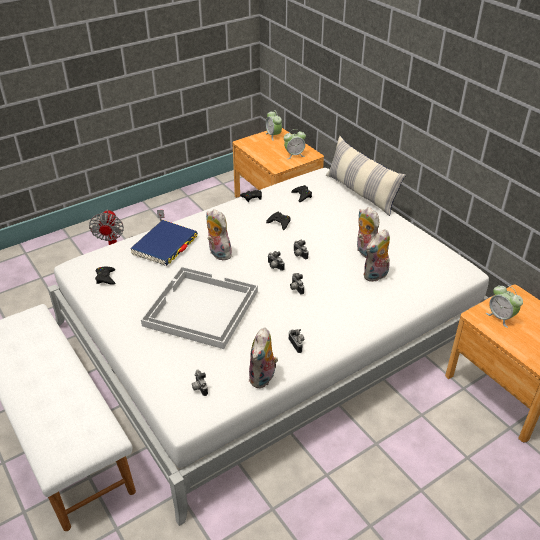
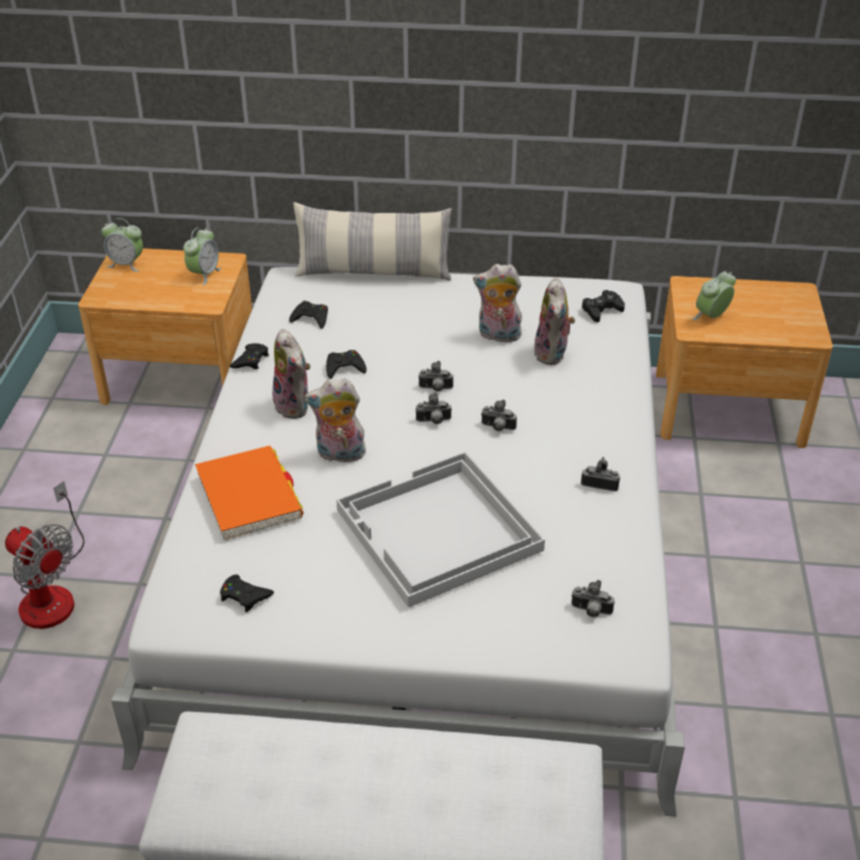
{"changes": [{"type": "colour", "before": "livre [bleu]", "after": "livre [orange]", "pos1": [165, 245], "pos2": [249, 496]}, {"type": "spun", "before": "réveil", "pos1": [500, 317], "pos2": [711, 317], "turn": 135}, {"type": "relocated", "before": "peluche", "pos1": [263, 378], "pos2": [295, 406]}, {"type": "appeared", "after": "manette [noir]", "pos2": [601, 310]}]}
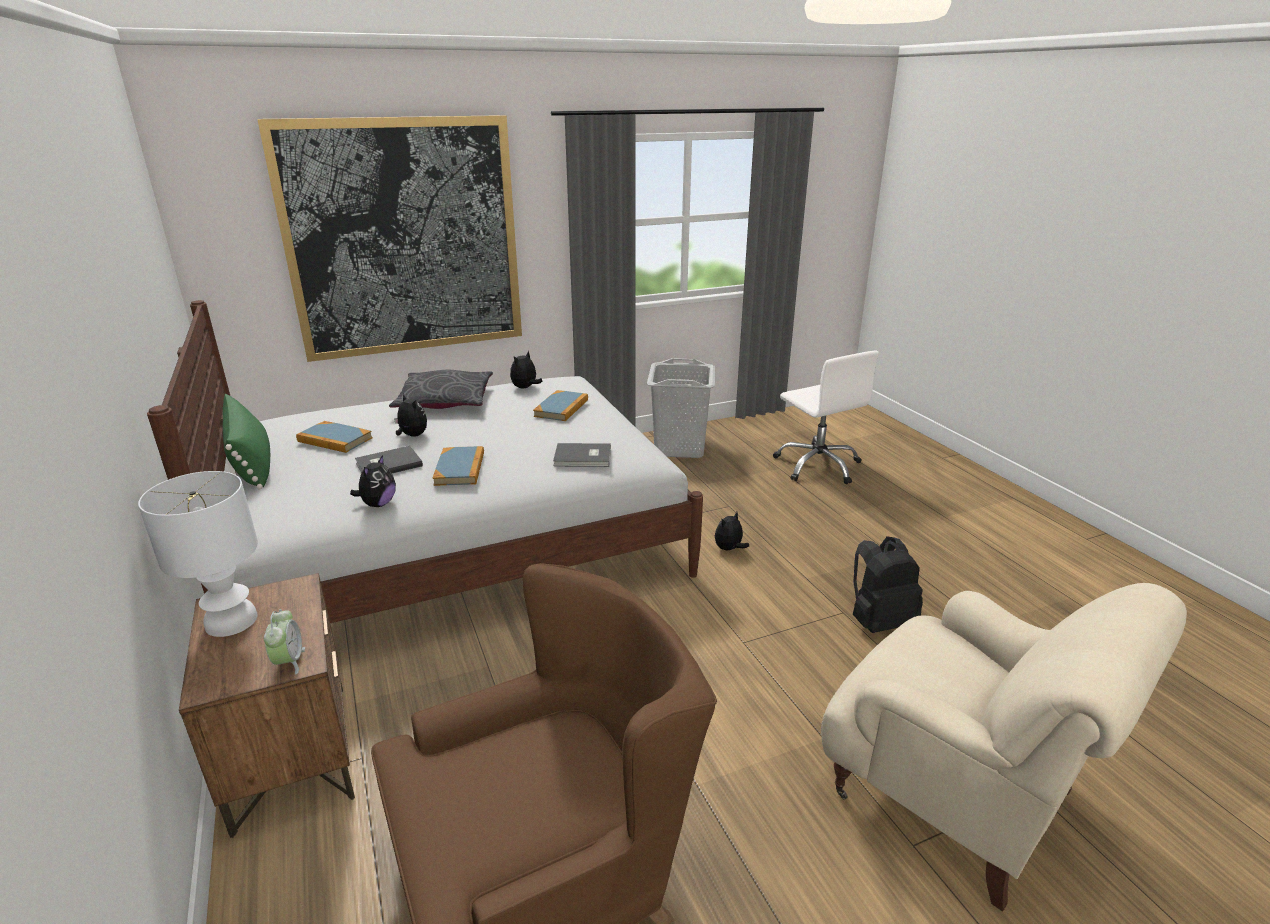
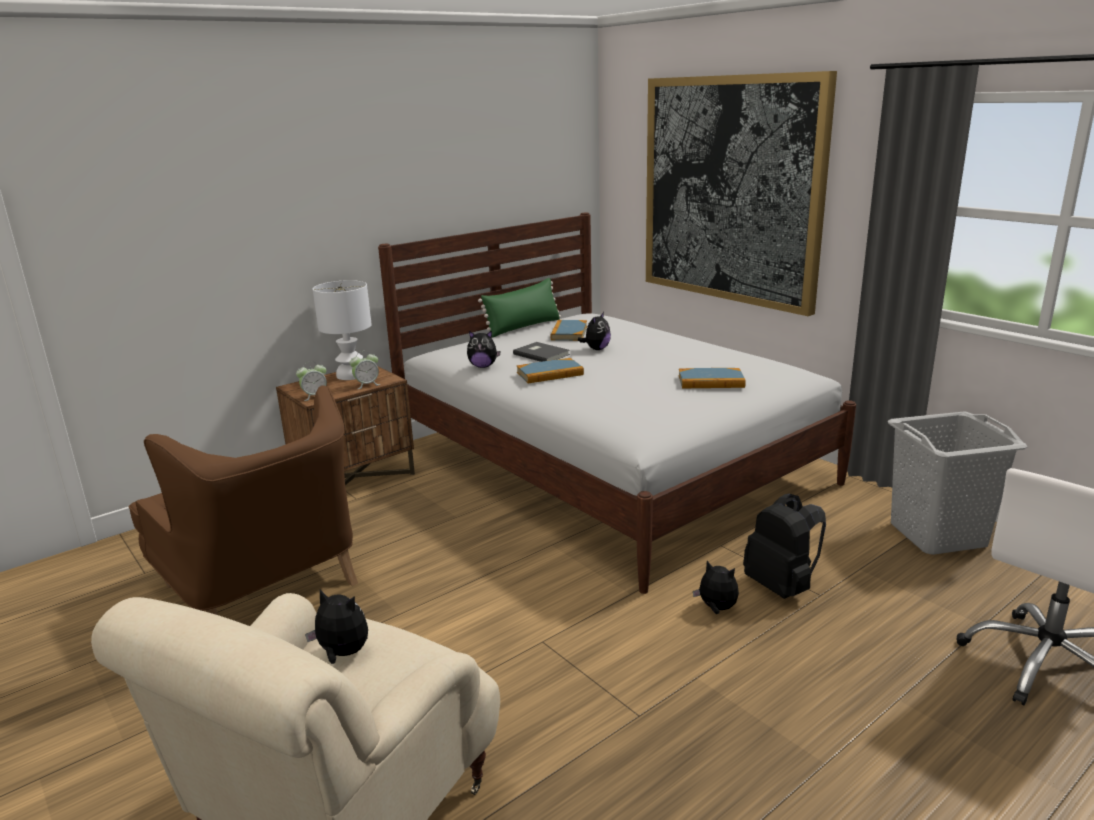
{"changes": [{"type": "relocated", "before": "peluche", "pos1": [525, 388], "pos2": [342, 654]}, {"type": "missing", "before": "coussin [gris]", "pos1": [445, 401]}, {"type": "missing", "before": "livre [gris]", "pos1": [583, 458]}, {"type": "relocated", "before": "sac à dos [noir]", "pos1": [879, 621], "pos2": [781, 586]}, {"type": "appeared", "after": "réveil", "pos2": [367, 385]}]}
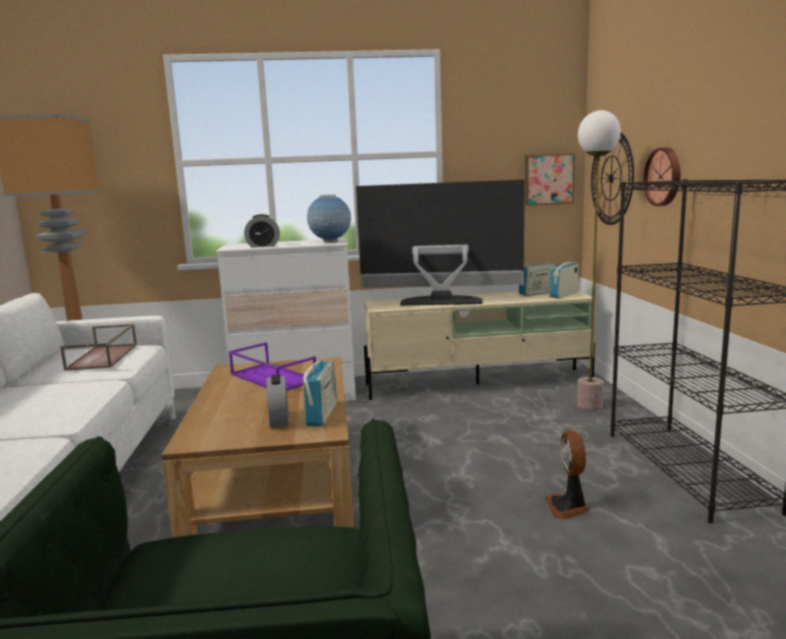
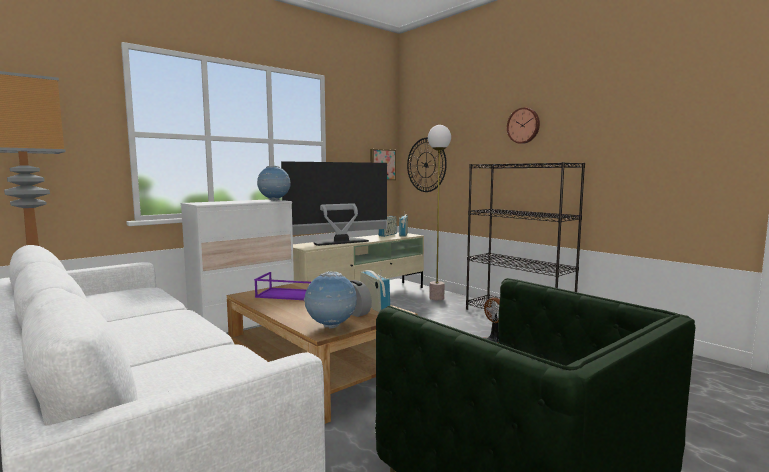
{"changes": [{"type": "relocated", "before": "horloge murale", "pos1": [664, 176], "pos2": [524, 125]}, {"type": "missing", "before": "réveil", "pos1": [263, 246]}, {"type": "missing", "before": "plateau [marron]", "pos1": [103, 357]}, {"type": "appeared", "after": "globe", "pos2": [331, 327]}]}
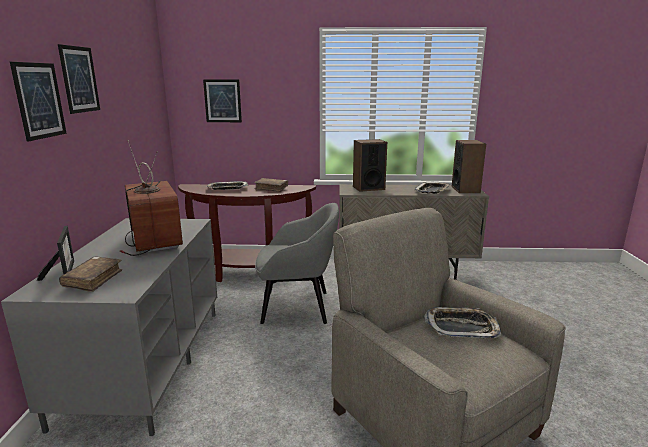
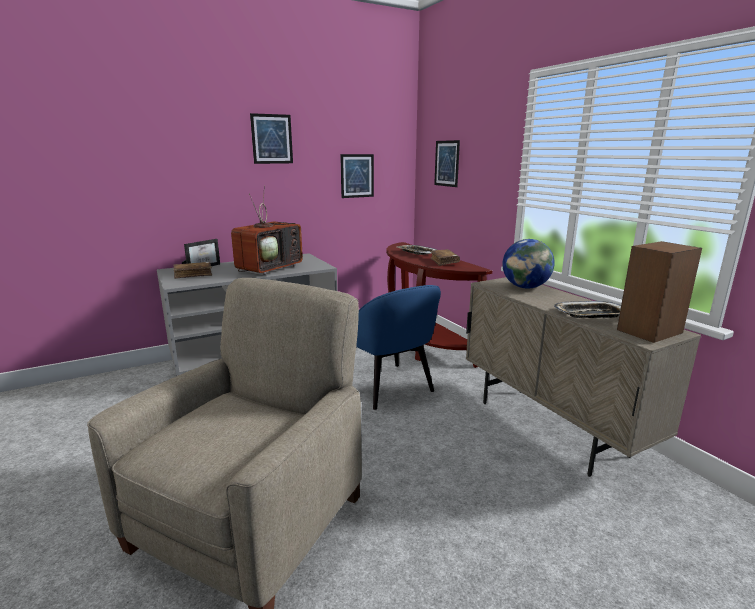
{"changes": [{"type": "relocated", "before": "tableau", "pos1": [39, 100], "pos2": [357, 176]}, {"type": "exchanged", "before": "enceinte", "after": "globe", "pos1": [368, 188], "pos2": [525, 287]}, {"type": "colour", "before": "fauteuil [gris]", "after": "fauteuil [bleu]", "pos1": [298, 307], "pos2": [388, 386]}, {"type": "missing", "before": "plateau", "pos1": [462, 327]}]}
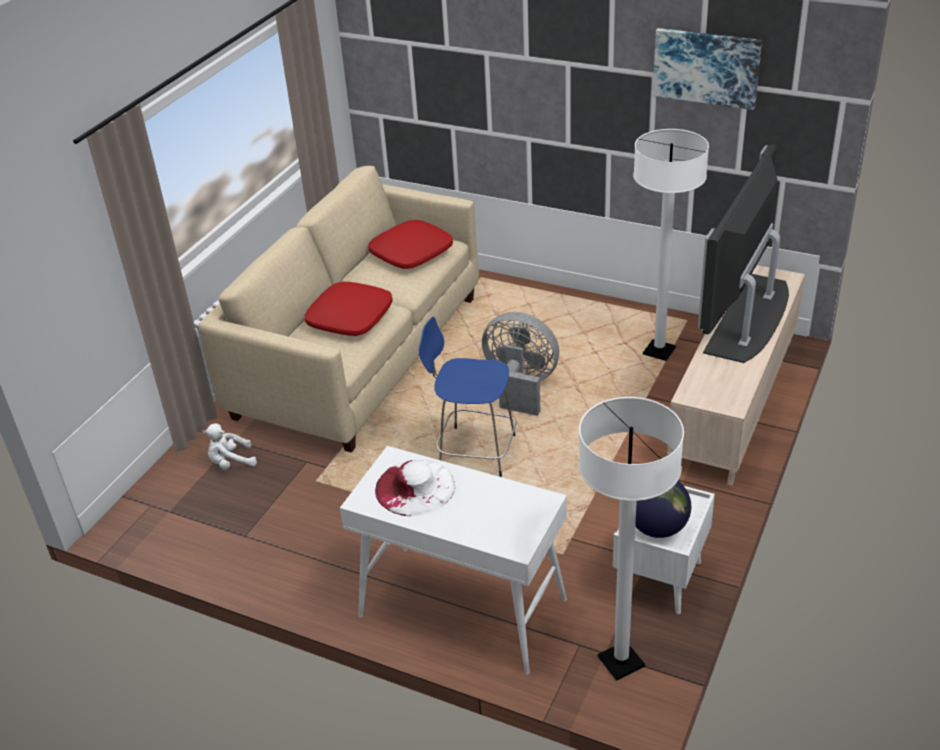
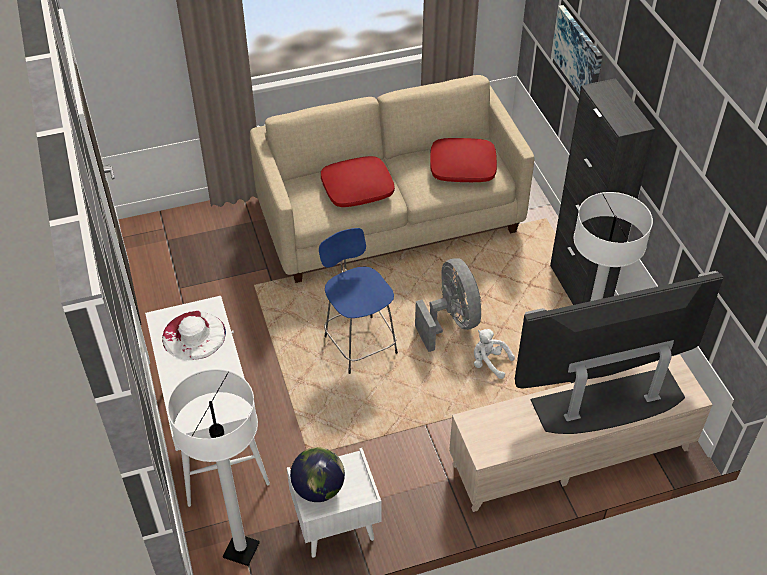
{"changes": [{"type": "relocated", "before": "tableau", "pos1": [706, 67], "pos2": [578, 55]}, {"type": "relocated", "before": "peluche [blanc]", "pos1": [231, 462], "pos2": [489, 363]}, {"type": "appeared", "after": "meuble de rangement [noir]", "pos2": [579, 287]}]}
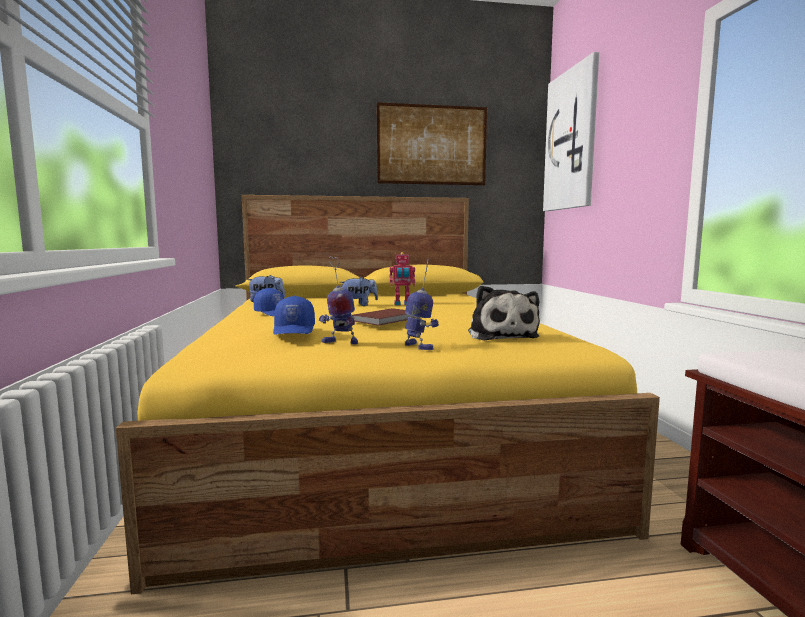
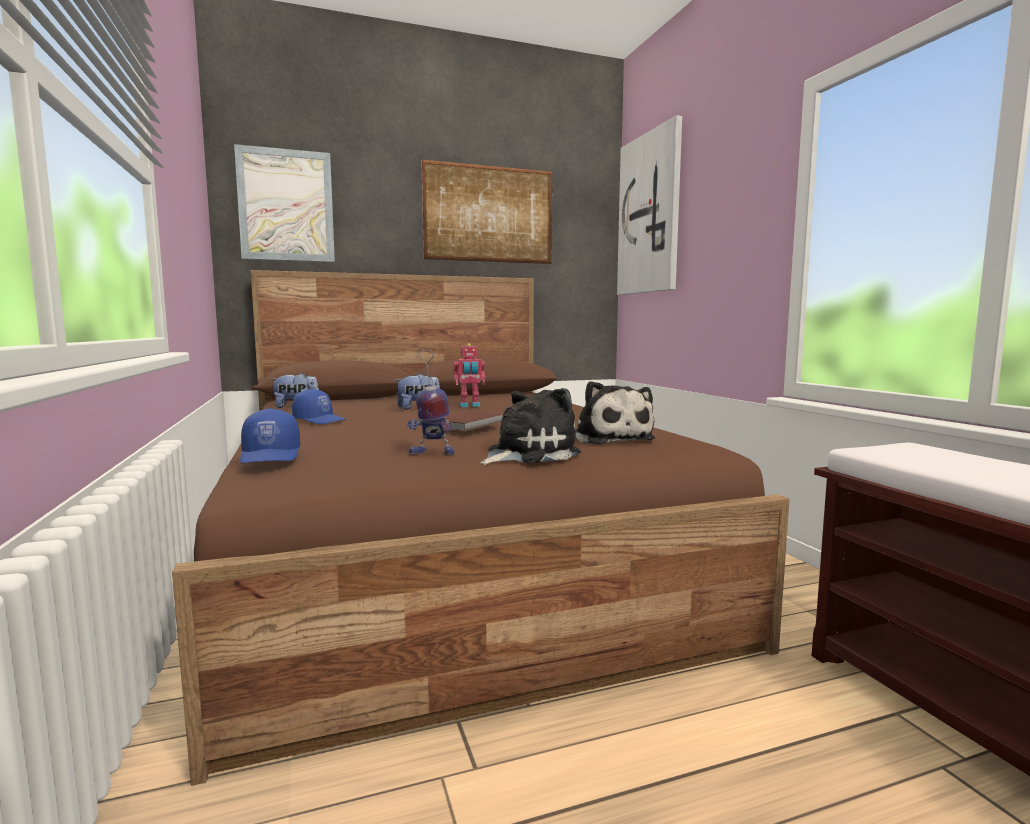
{"changes": [{"type": "colour", "before": "lit [jaune]", "after": "lit [marron]", "pos1": [376, 426], "pos2": [446, 555]}, {"type": "exchanged", "before": "robot jouet", "after": "peluche", "pos1": [419, 346], "pos2": [527, 454]}, {"type": "relocated", "before": "casquette [bleu]", "pos1": [295, 330], "pos2": [271, 455]}, {"type": "appeared", "after": "tableau", "pos2": [286, 205]}]}
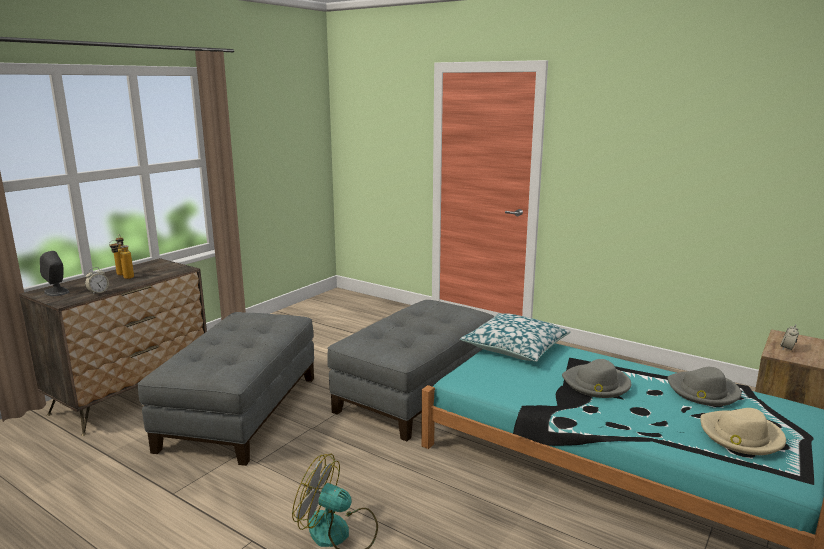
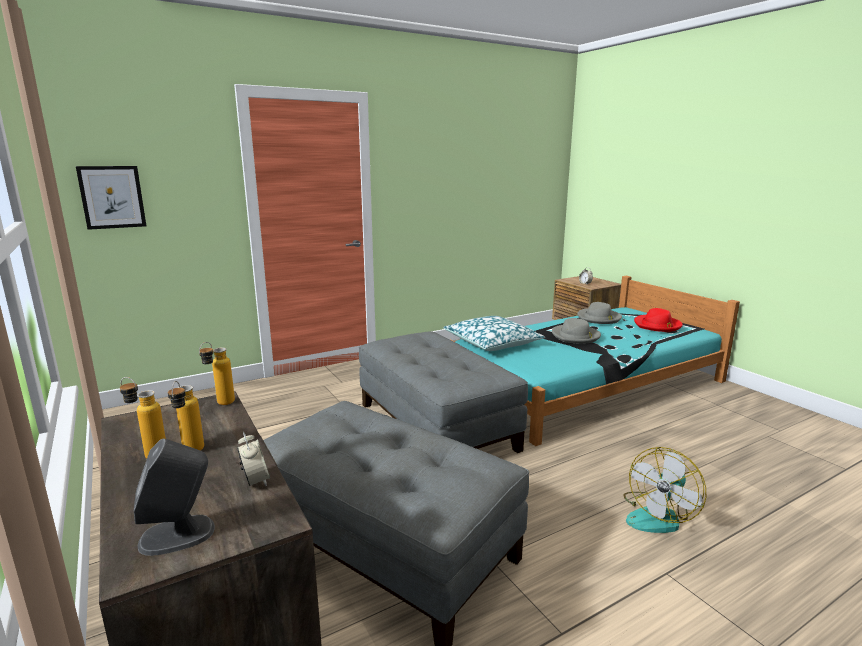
{"changes": [{"type": "colour", "before": "chapeau [beige]", "after": "chapeau [rouge]", "pos1": [741, 436], "pos2": [657, 325]}, {"type": "appeared", "after": "tableau", "pos2": [112, 197]}, {"type": "appeared", "after": "bouteille", "pos2": [220, 405]}]}
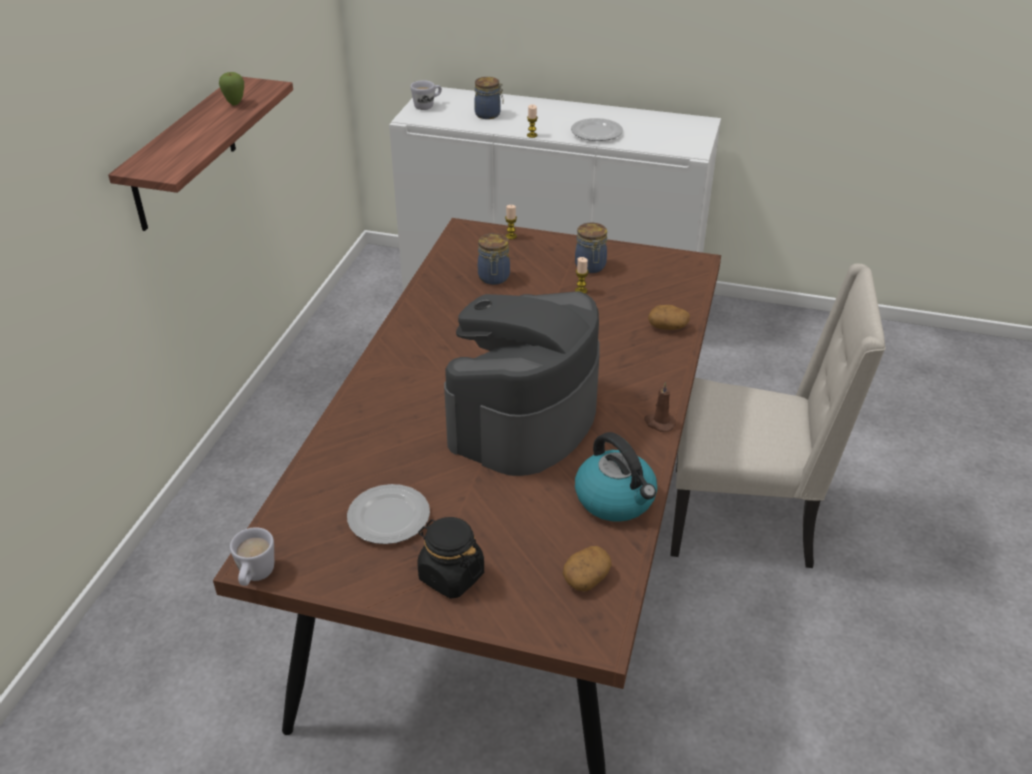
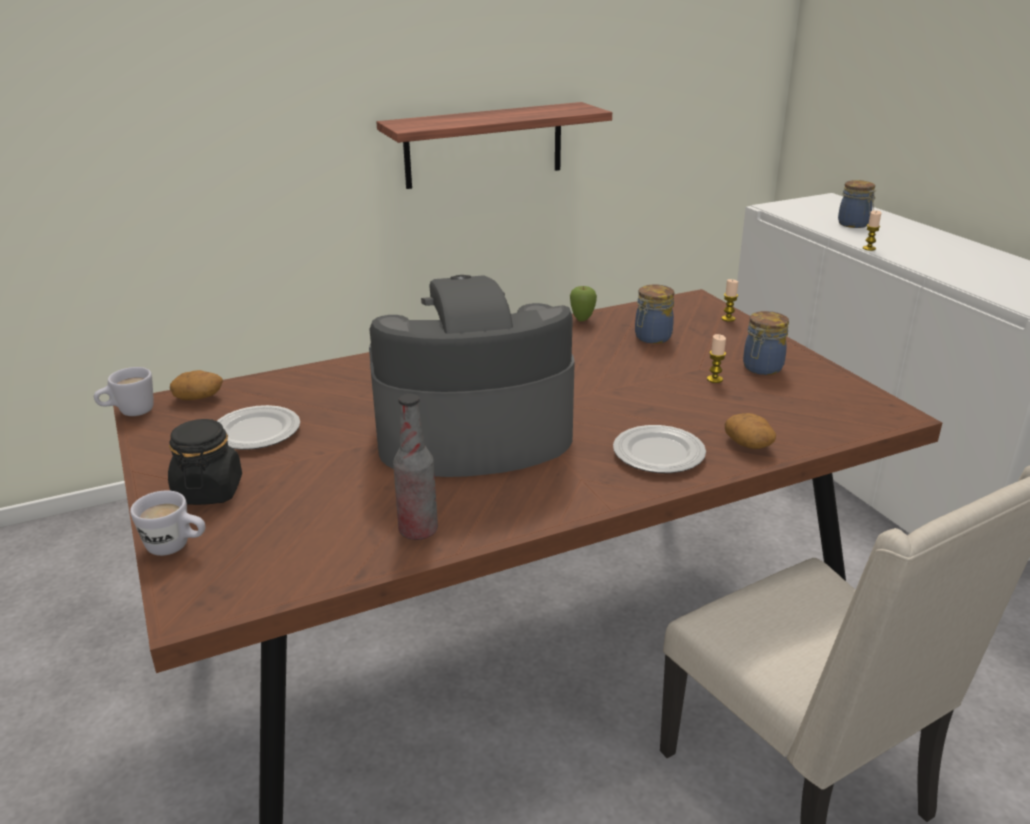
{"changes": [{"type": "relocated", "before": "pomme", "pos1": [235, 103], "pos2": [582, 320]}, {"type": "relocated", "before": "mug [blanc]", "pos1": [427, 106], "pos2": [176, 547]}, {"type": "relocated", "before": "assiette", "pos1": [596, 133], "pos2": [658, 454]}, {"type": "missing", "before": "bougie [marron]", "pos1": [659, 423]}, {"type": "exchanged", "before": "bouilloire", "after": "bouteille", "pos1": [616, 499], "pos2": [418, 531]}, {"type": "relocated", "before": "pomme de terre", "pos1": [586, 577], "pos2": [199, 397]}]}
